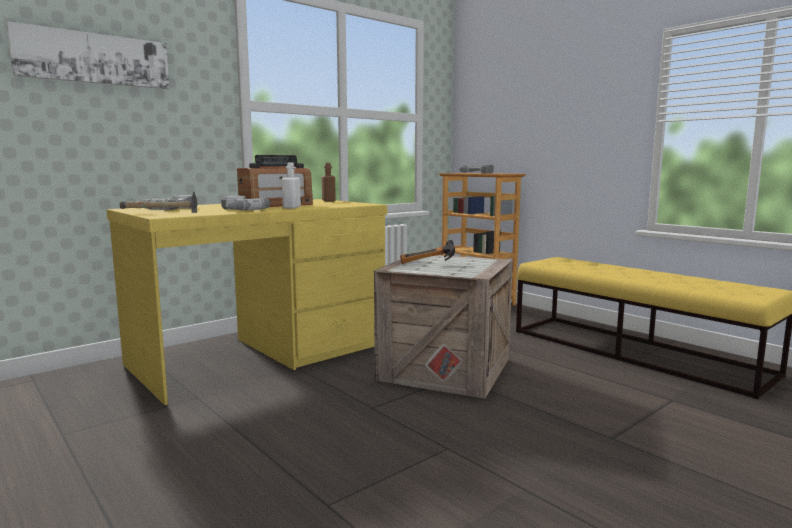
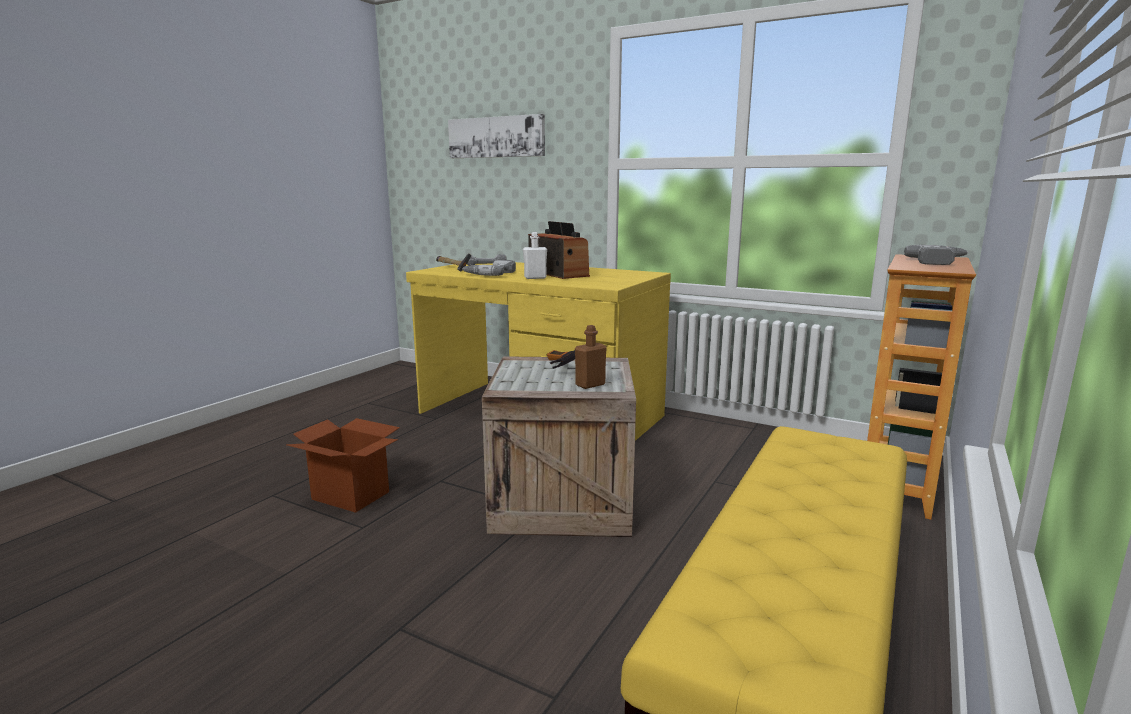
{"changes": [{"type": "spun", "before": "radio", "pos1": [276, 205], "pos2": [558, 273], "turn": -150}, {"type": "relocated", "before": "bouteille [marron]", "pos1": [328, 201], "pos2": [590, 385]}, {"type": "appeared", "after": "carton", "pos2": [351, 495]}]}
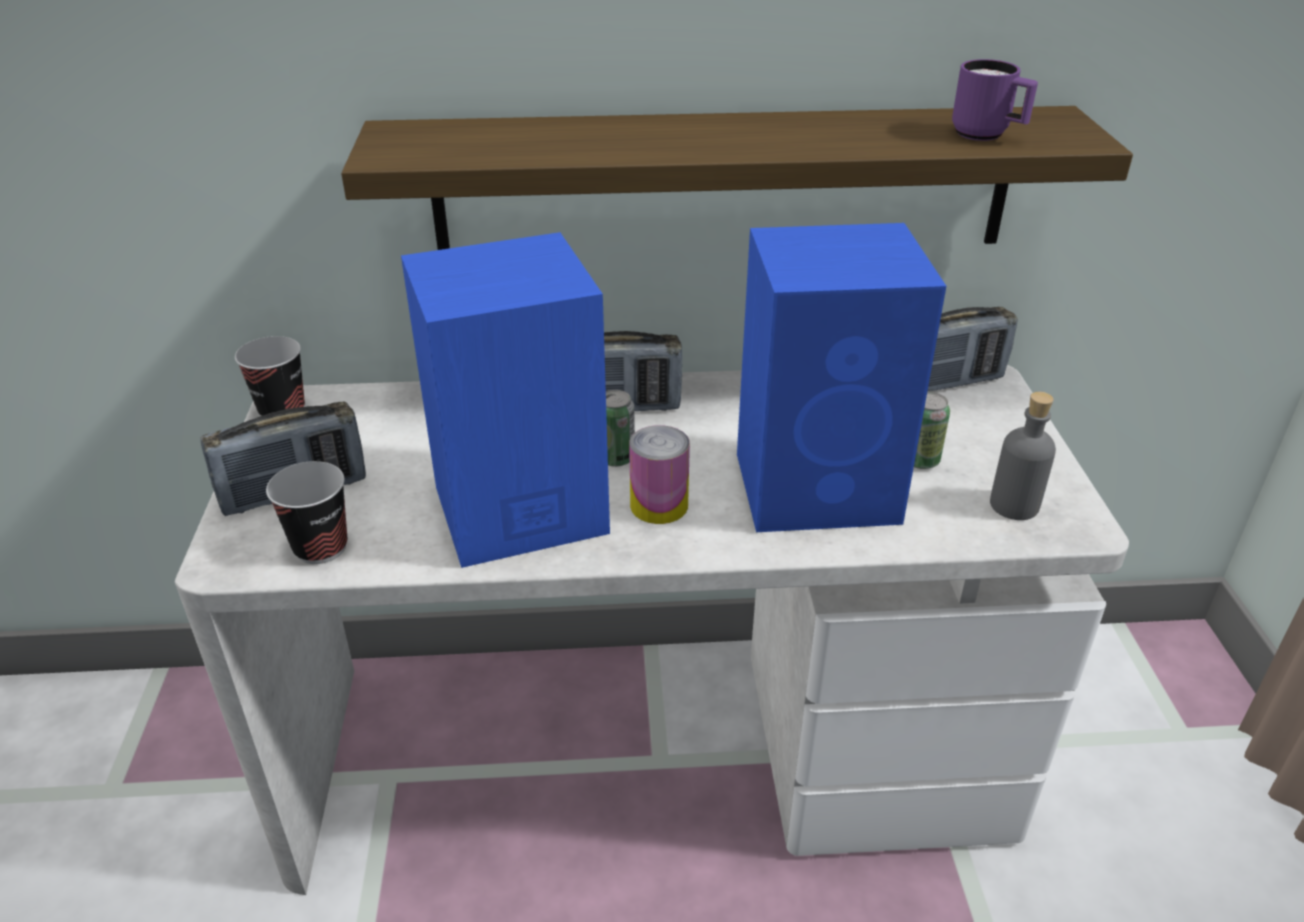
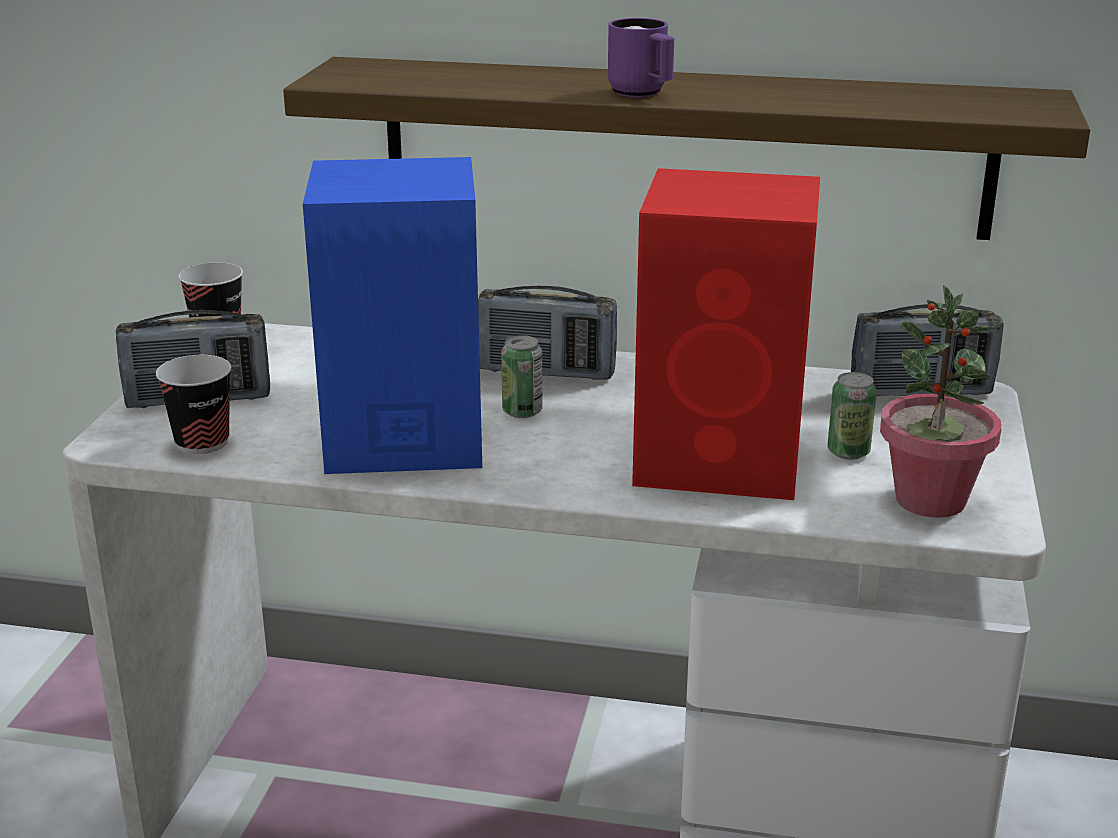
{"changes": [{"type": "relocated", "before": "mug [violet]", "pos1": [987, 135], "pos2": [642, 94]}, {"type": "colour", "before": "enceinte [bleu]", "after": "enceinte [rouge]", "pos1": [821, 487], "pos2": [723, 460]}, {"type": "exchanged", "before": "bouteille [gris]", "after": "plante en pot", "pos1": [1014, 505], "pos2": [930, 501]}, {"type": "missing", "before": "boîte métallique", "pos1": [659, 505]}]}
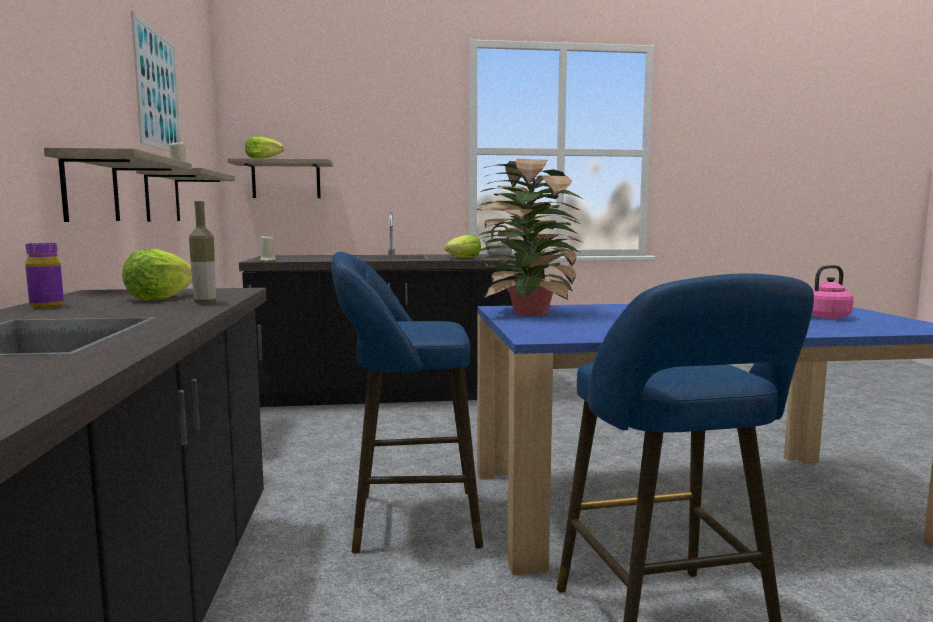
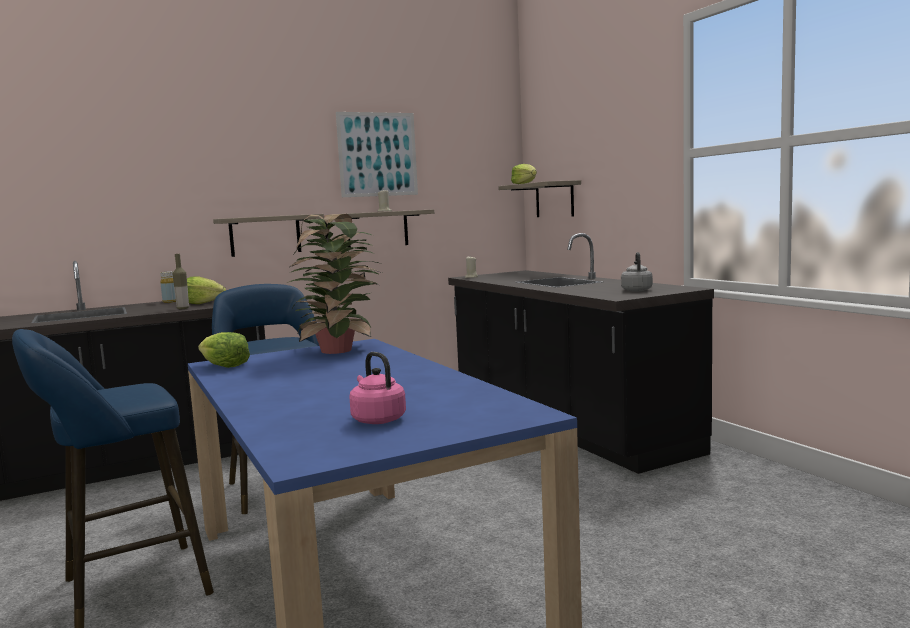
{"changes": [{"type": "relocated", "before": "laitue", "pos1": [464, 258], "pos2": [224, 366]}, {"type": "colour", "before": "bouteille [violet]", "after": "bouteille [jaune]", "pos1": [47, 306], "pos2": [170, 302]}]}
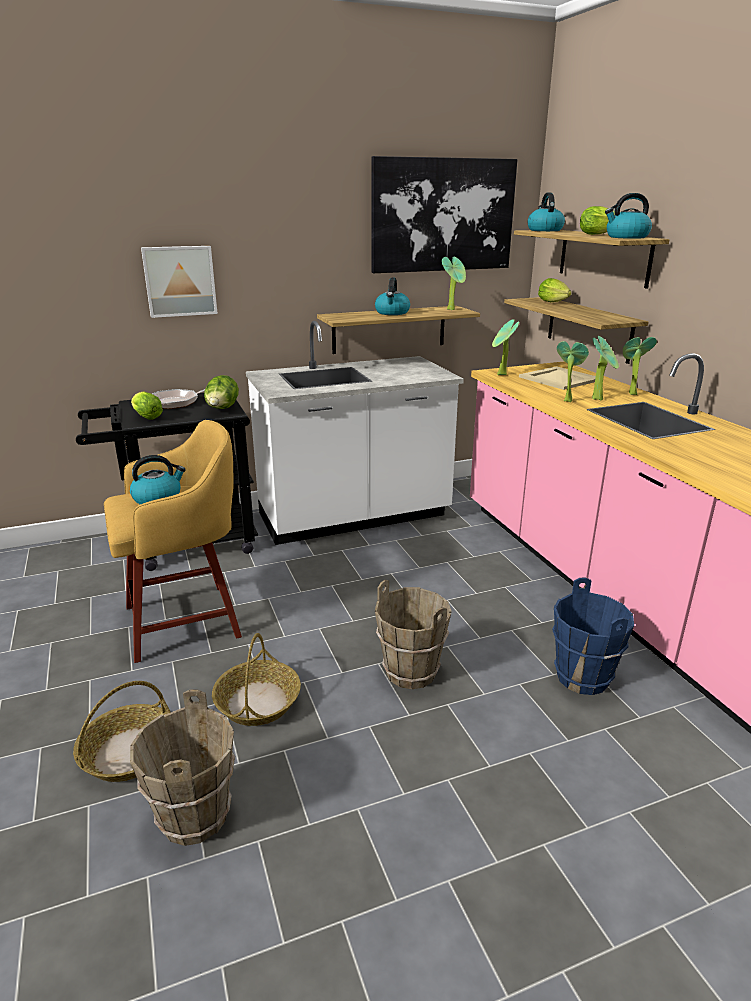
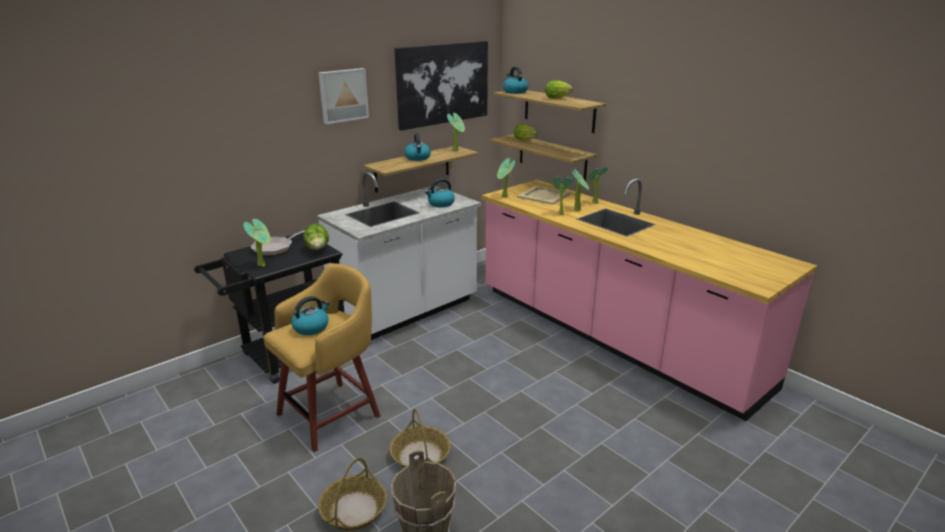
{"changes": [{"type": "relocated", "before": "bouilloire", "pos1": [626, 237], "pos2": [440, 204]}, {"type": "relocated", "before": "tableau", "pos1": [180, 281], "pos2": [343, 95]}, {"type": "exchanged", "before": "laitue", "after": "plante en pot", "pos1": [146, 417], "pos2": [263, 265]}, {"type": "missing", "before": "seau [bleu]", "pos1": [582, 678]}, {"type": "missing", "before": "seau [marron]", "pos1": [411, 671]}]}
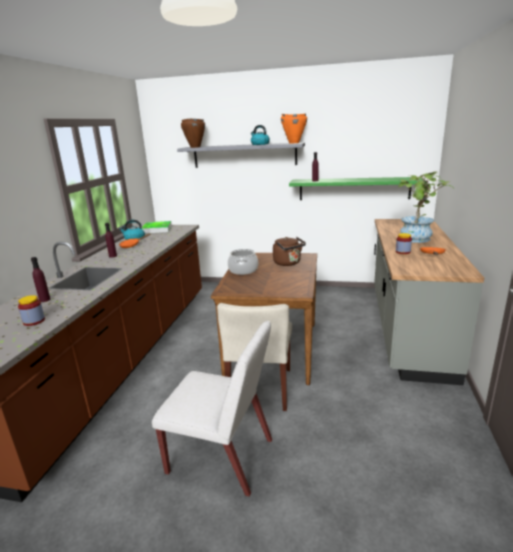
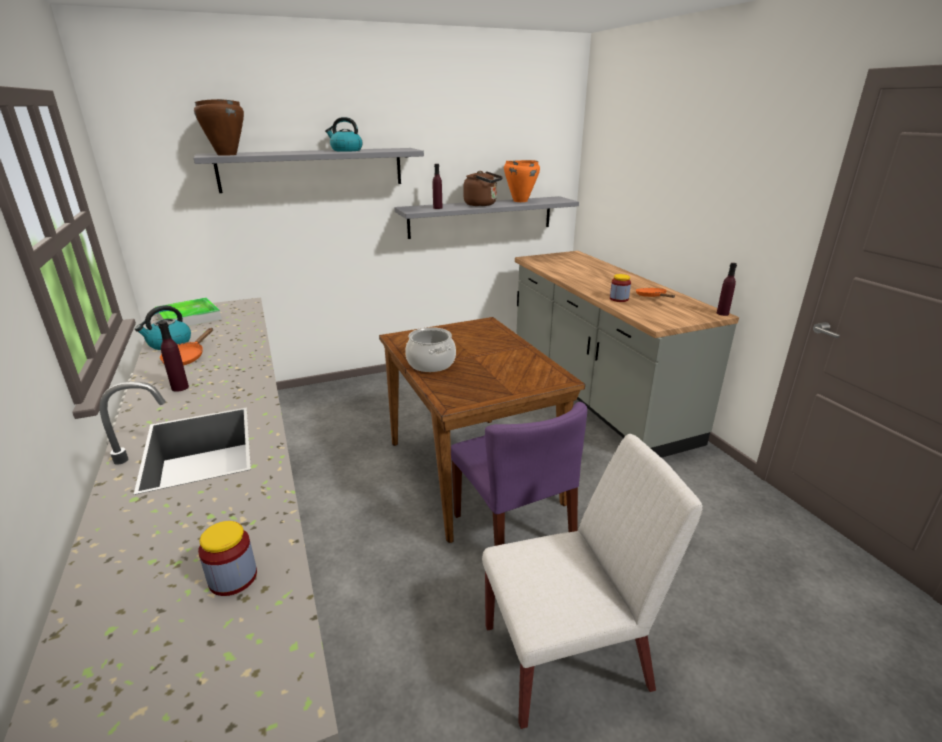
{"changes": [{"type": "relocated", "before": "marmite [orange]", "pos1": [293, 143], "pos2": [520, 201]}, {"type": "missing", "before": "plante en pot", "pos1": [417, 239]}, {"type": "colour", "before": "étagère [vert]", "after": "étagère [gris]", "pos1": [354, 189], "pos2": [481, 217]}, {"type": "relocated", "before": "bouilloire [marron]", "pos1": [288, 263], "pos2": [482, 204]}, {"type": "relocated", "before": "bouteille [violet]", "pos1": [45, 300], "pos2": [722, 313]}, {"type": "colour", "before": "chaise [beige]", "after": "chaise [violet]", "pos1": [260, 387], "pos2": [513, 533]}]}
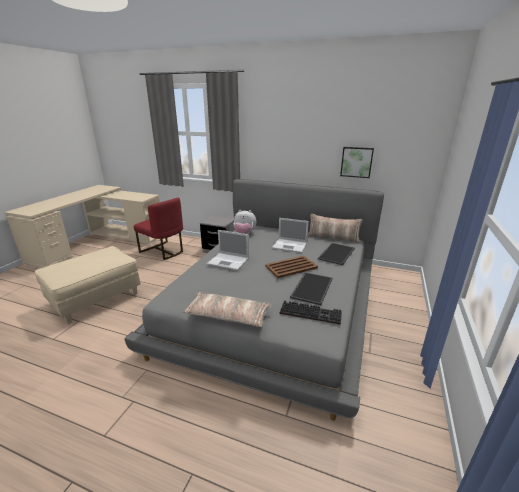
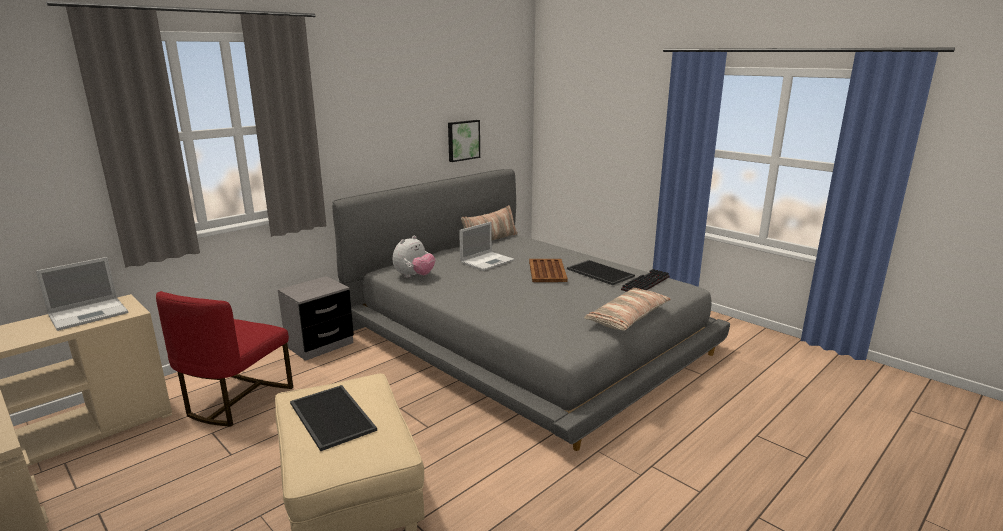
{"changes": [{"type": "spun", "before": "chaise [rouge]", "pos1": [163, 251], "pos2": [236, 400], "turn": 135}, {"type": "relocated", "before": "ordinateur portable", "pos1": [229, 261], "pos2": [90, 313]}, {"type": "relocated", "before": "plateau", "pos1": [336, 253], "pos2": [330, 416]}]}
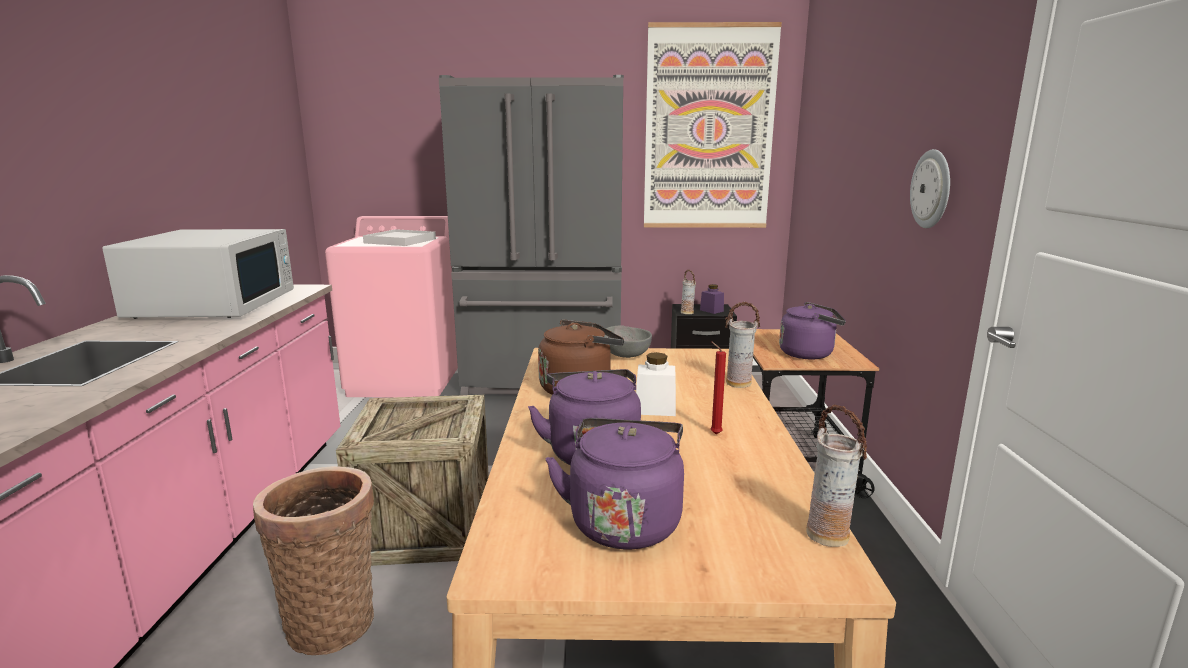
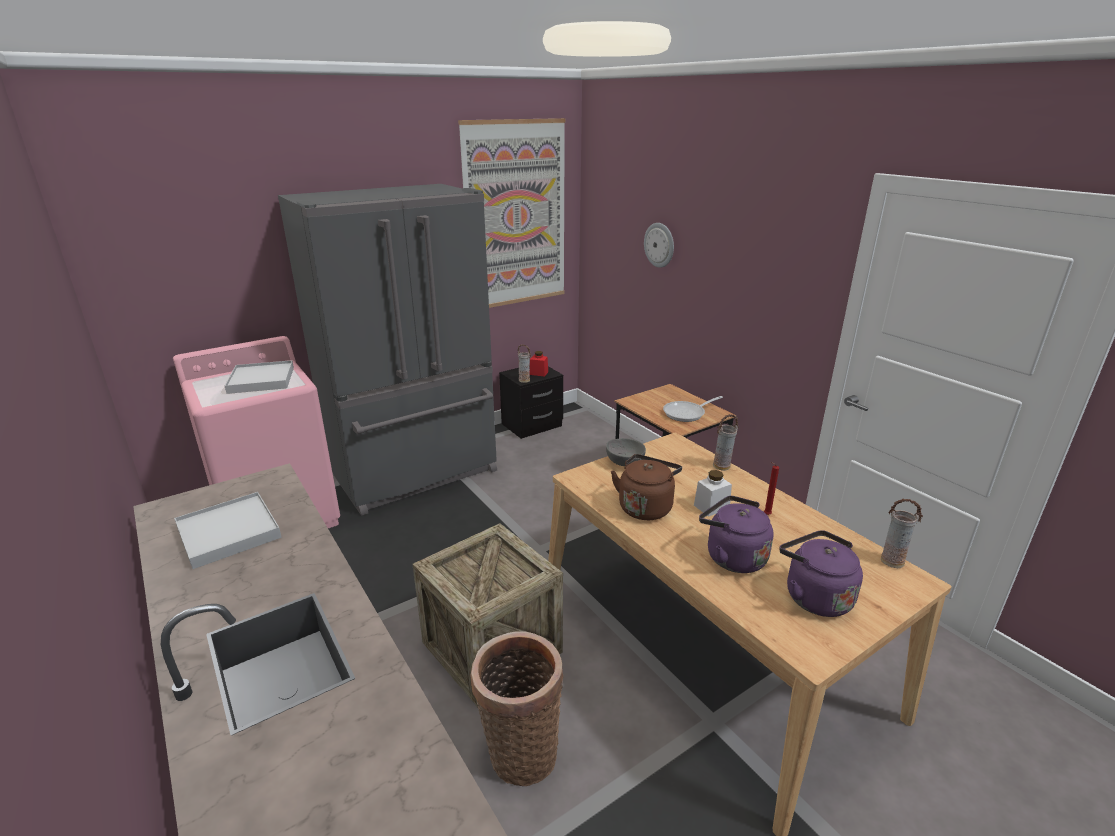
{"changes": [{"type": "relocated", "before": "horloge murale", "pos1": [932, 189], "pos2": [659, 245]}, {"type": "exchanged", "before": "micro-ondes [blanc]", "after": "plateau [blanc]", "pos1": [215, 304], "pos2": [228, 532]}, {"type": "colour", "before": "bocal [violet]", "after": "bocal [rouge]", "pos1": [711, 310], "pos2": [539, 373]}, {"type": "exchanged", "before": "bouilloire [violet]", "after": "poêle", "pos1": [809, 354], "pos2": [687, 413]}]}
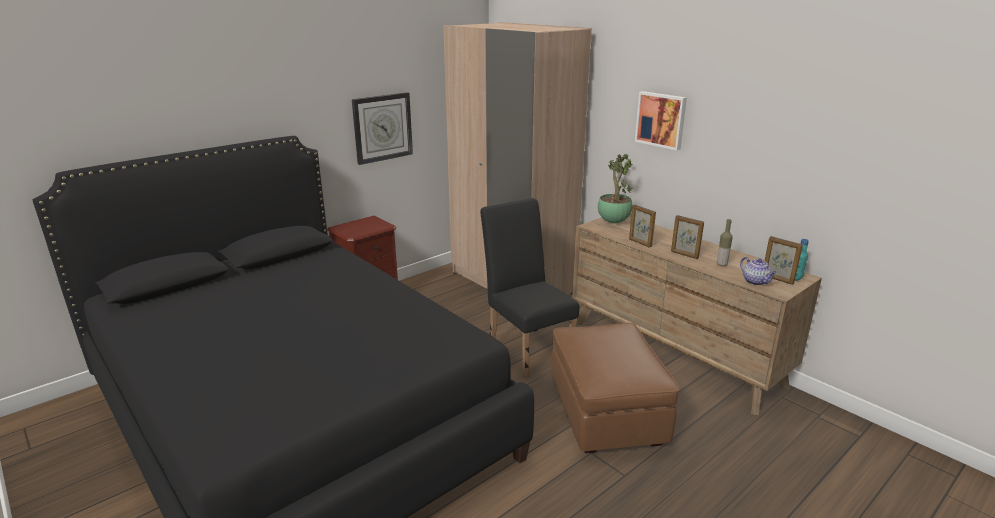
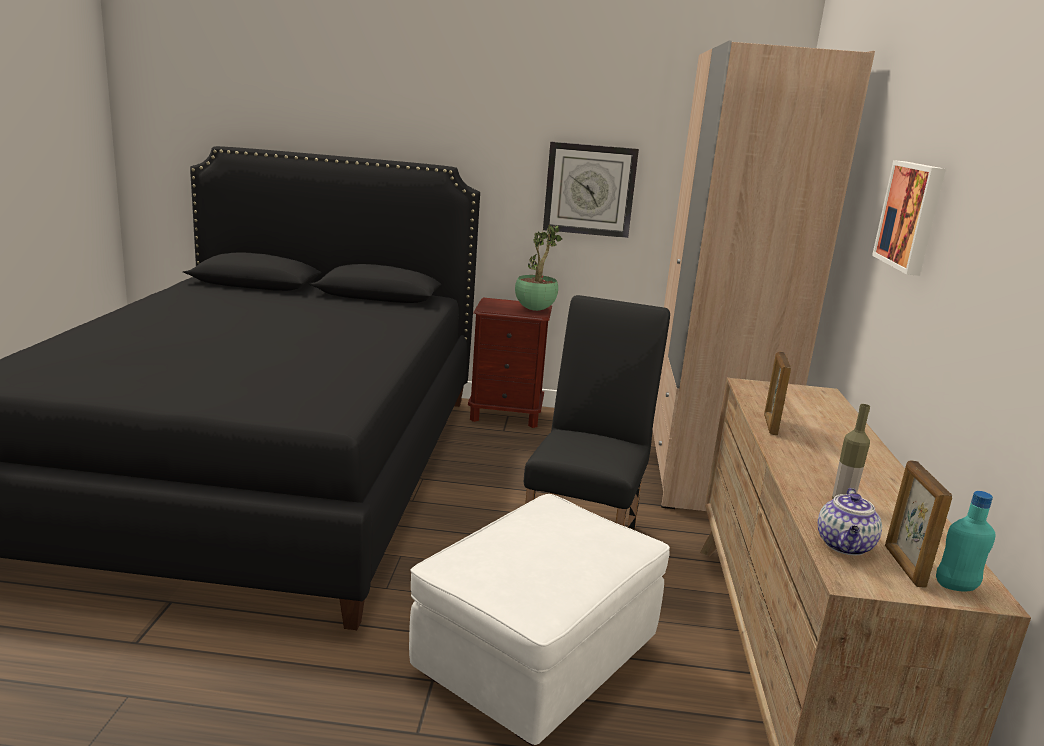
{"changes": [{"type": "relocated", "before": "plante en pot", "pos1": [613, 221], "pos2": [535, 309]}, {"type": "missing", "before": "cadre photo", "pos1": [684, 255]}, {"type": "colour", "before": "pouf [marron]", "after": "pouf [blanc]", "pos1": [606, 413], "pos2": [536, 659]}]}
